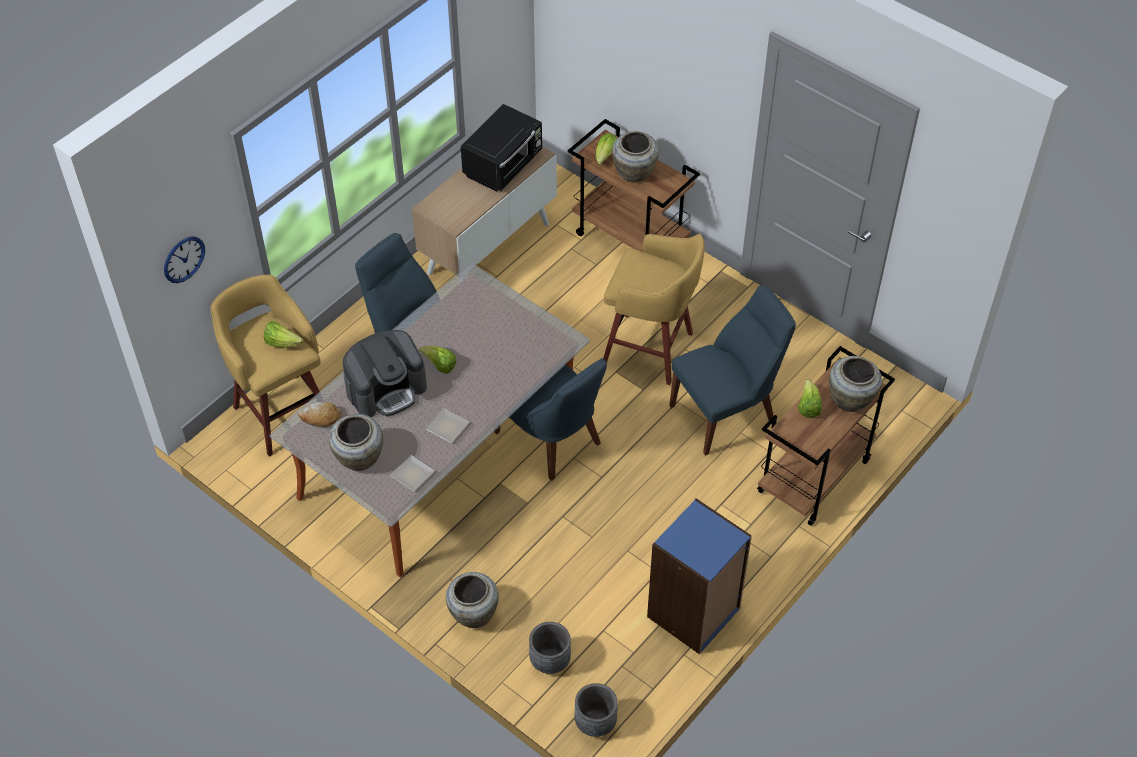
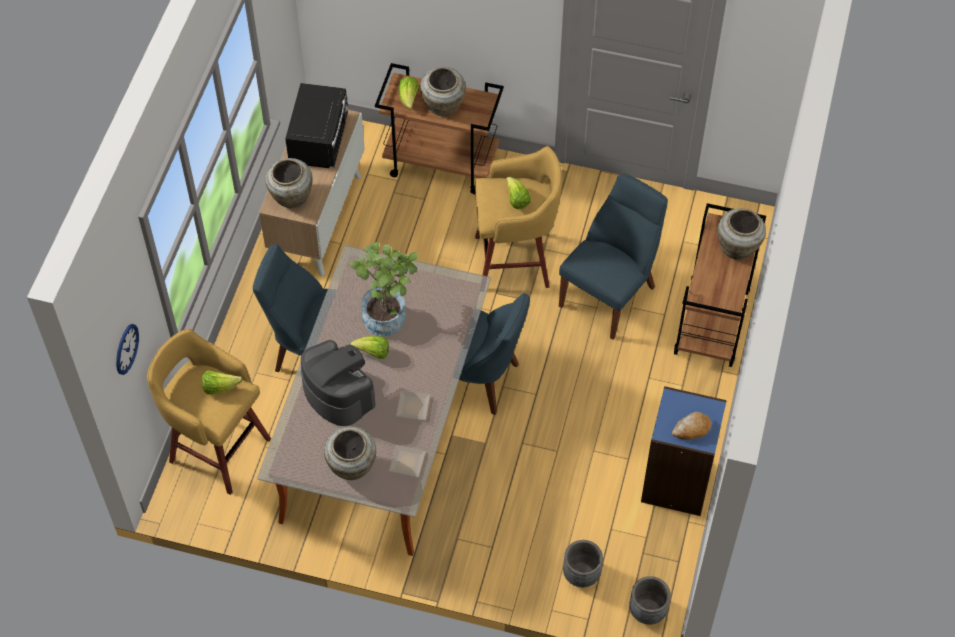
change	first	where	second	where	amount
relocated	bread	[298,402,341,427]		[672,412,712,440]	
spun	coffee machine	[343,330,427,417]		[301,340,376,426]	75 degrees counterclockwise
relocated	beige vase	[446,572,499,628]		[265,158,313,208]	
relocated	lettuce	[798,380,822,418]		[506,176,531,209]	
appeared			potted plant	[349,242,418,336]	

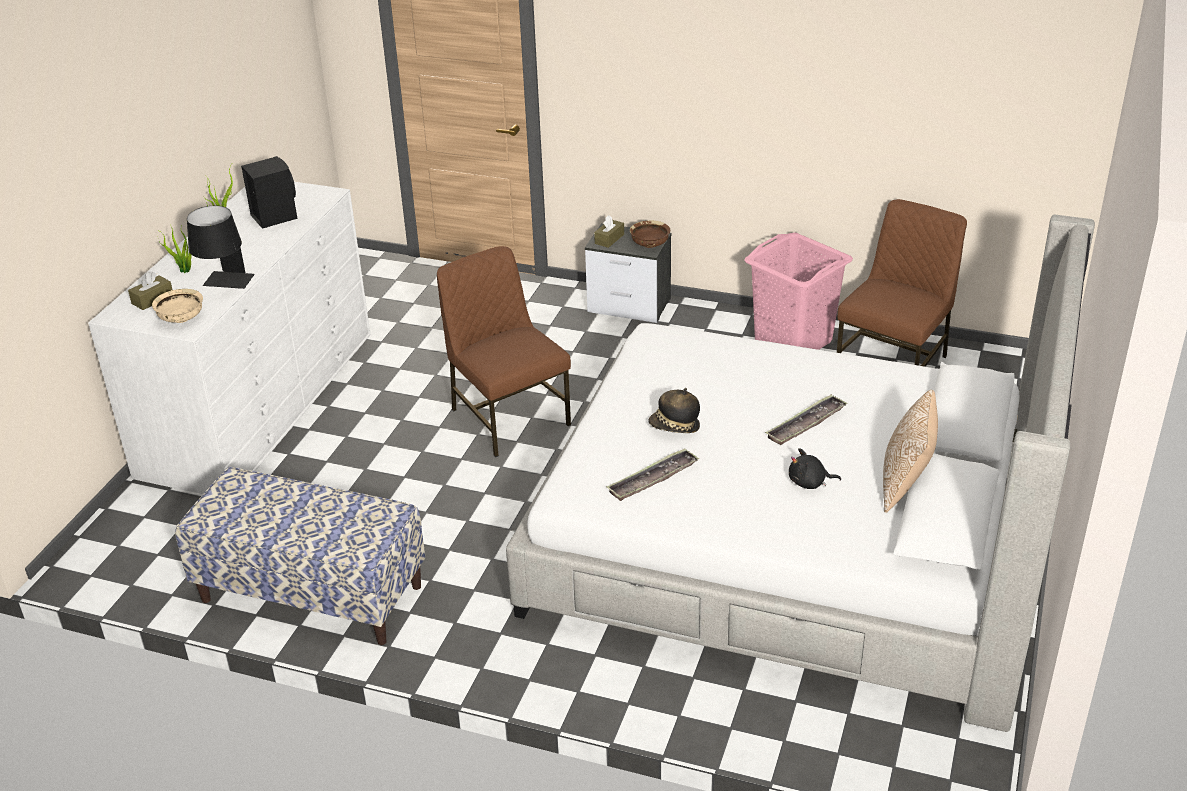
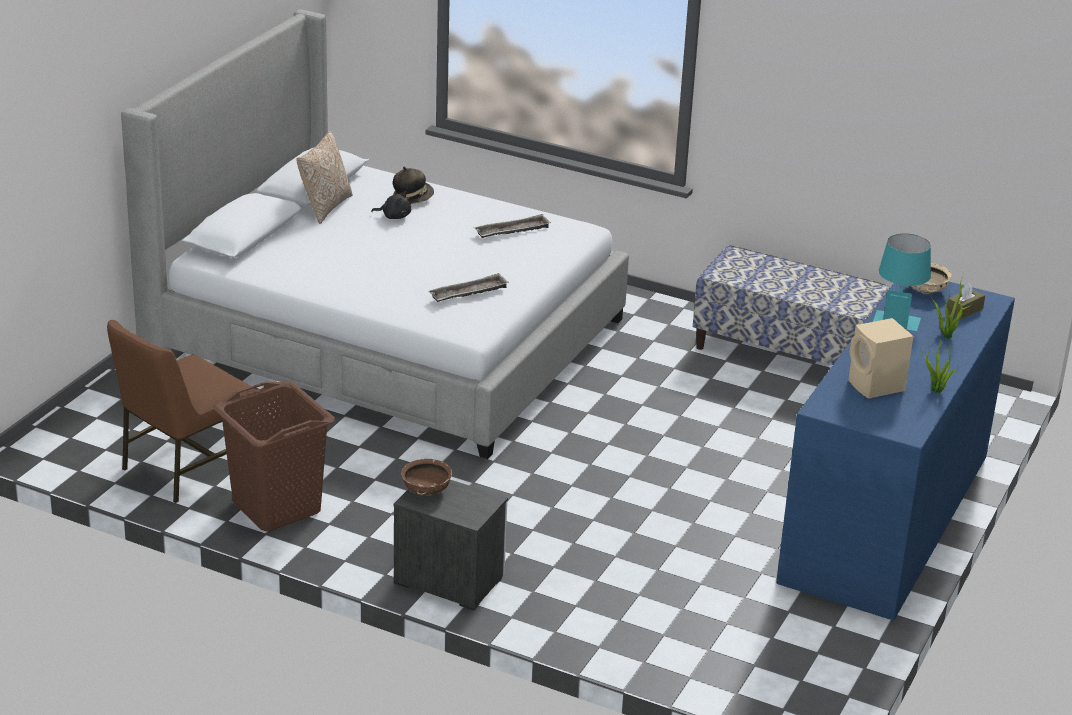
change	first	where	second	where	amount
colour	white dresser	[88,182,370,494]	blue dresser	[776,282,1015,621]	
colour	black table lamp	[187,206,255,289]	turquoise table lamp	[873,234,931,331]	
colour	black speaker	[241,156,297,229]	beige speaker	[848,318,913,399]	
missing	brown chair	[437,246,571,457]			
missing	brown tissue box	[594,215,624,248]			
relocated	hat	[648,388,700,433]		[393,167,434,204]	
colour	pink laundry basket	[744,233,853,350]	brown laundry basket	[213,382,335,531]	
relocated	tray	[765,394,848,445]		[428,273,509,302]	

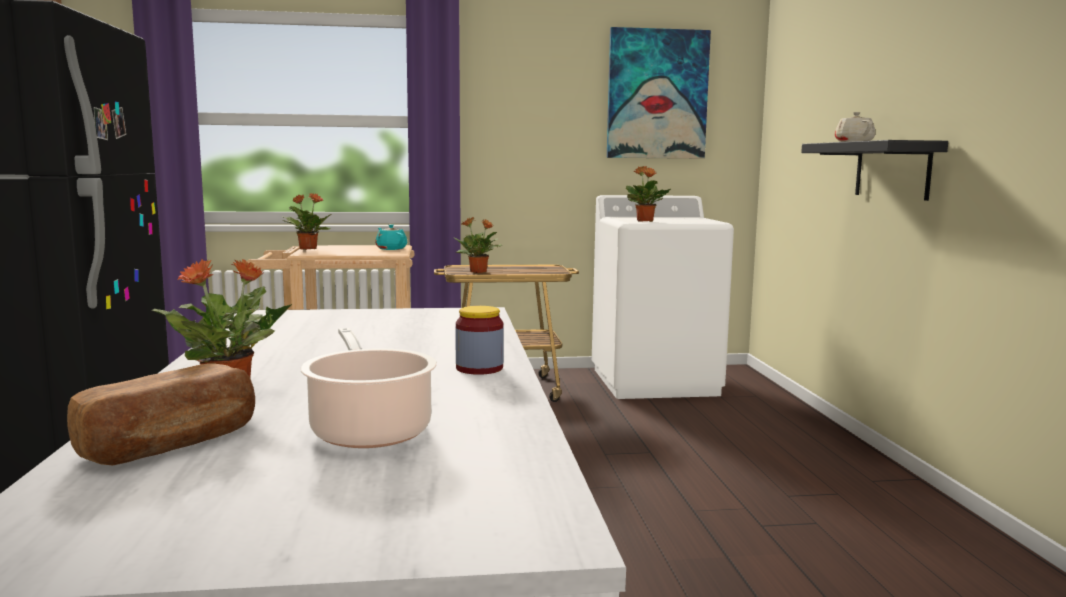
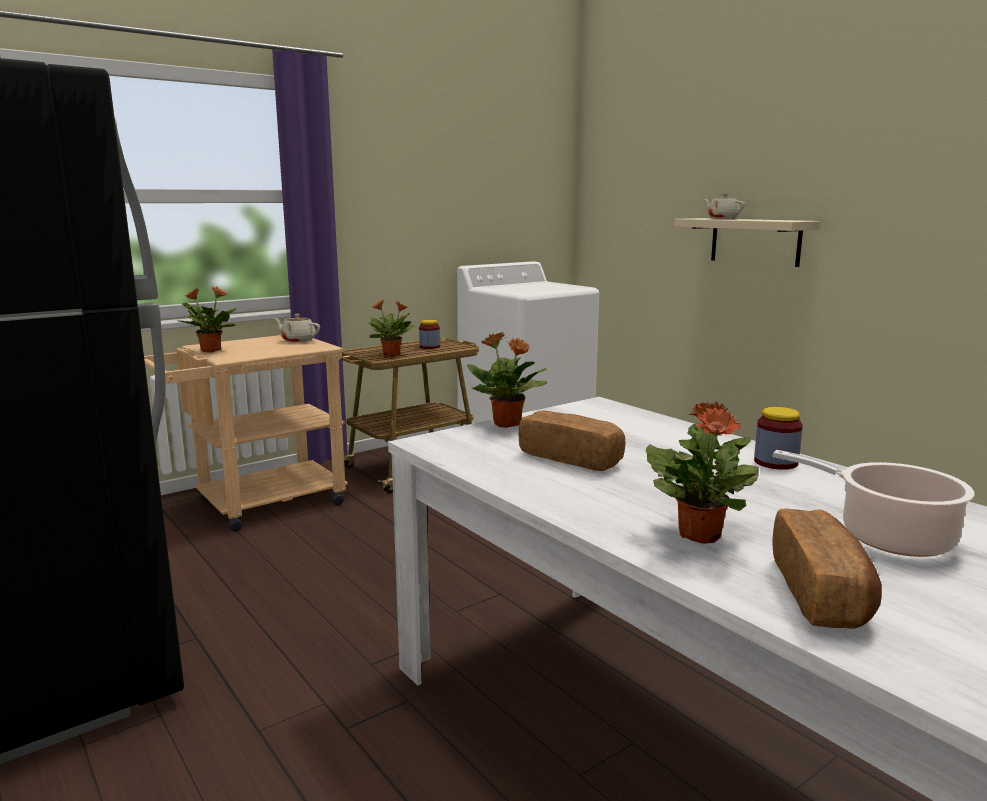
change	first	where	second	where	amount
colour	turquoise teapot	[375,224,407,250]	beige teapot	[273,314,320,343]	
missing	picture	[607,27,711,159]			
relocated	potted plant	[626,166,671,222]		[467,332,548,428]	
colour	black shelf	[801,140,948,201]	beige shelf	[674,218,820,267]	
appeared			jar	[419,320,440,349]	
appeared			bread	[518,411,626,471]	

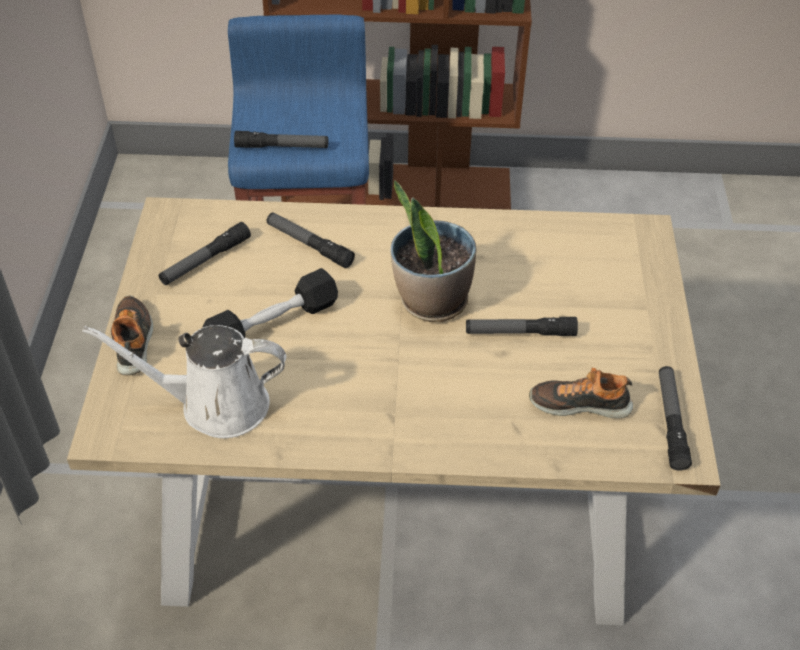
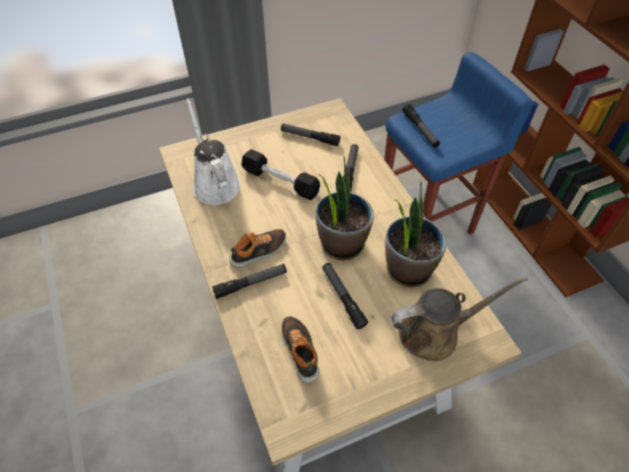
change	first	where	second	where	amount
relocated	shoe	[111,296,153,376]		[229,229,286,268]	
relocated	flashlight	[659,366,692,471]		[212,264,287,299]	
appeared			potted plant	[385,181,447,288]	
appeared			brown watering can	[391,276,528,361]	

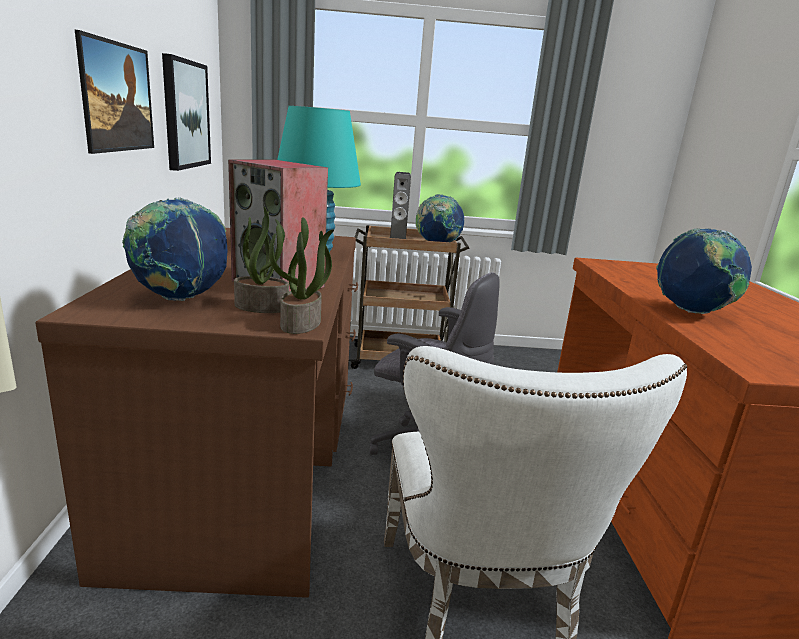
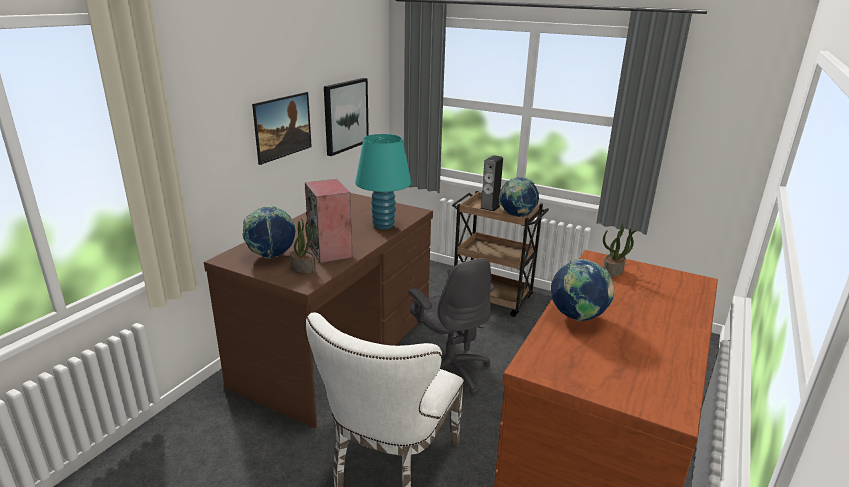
change	first	where	second	where	amount
relocated	potted plant	[269,217,334,334]		[603,223,637,277]	

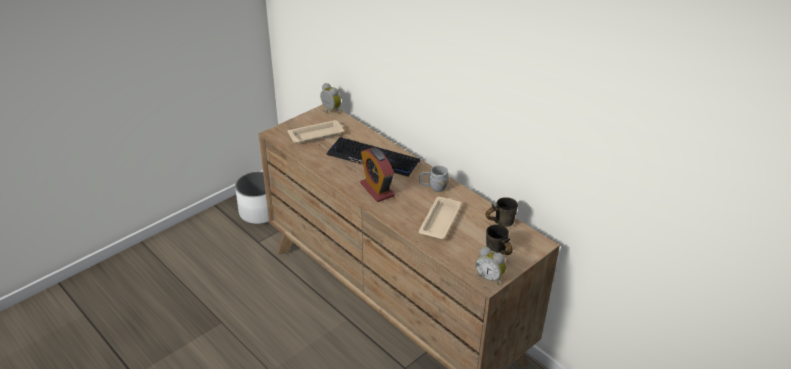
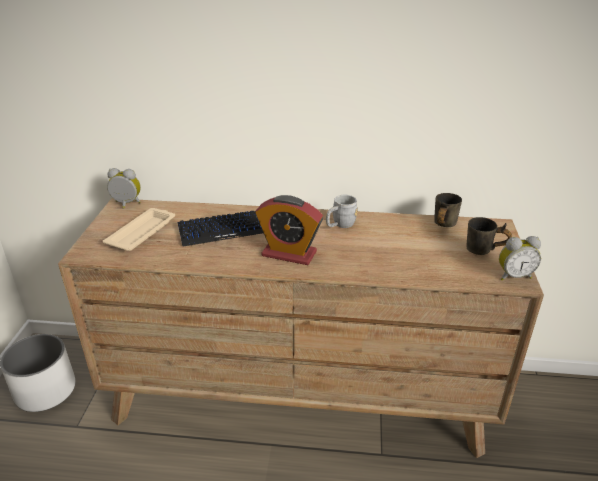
change	first	where	second	where	amount
missing	beige tray	[419,197,461,239]			

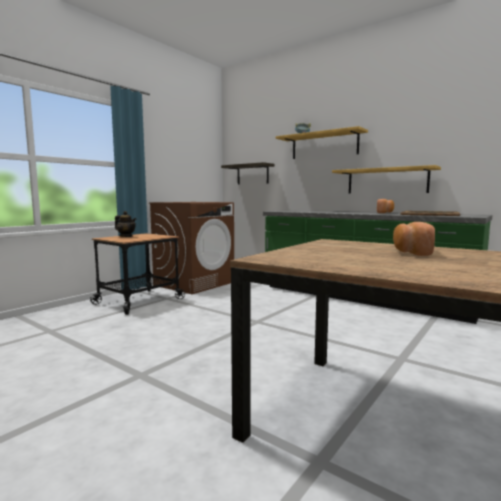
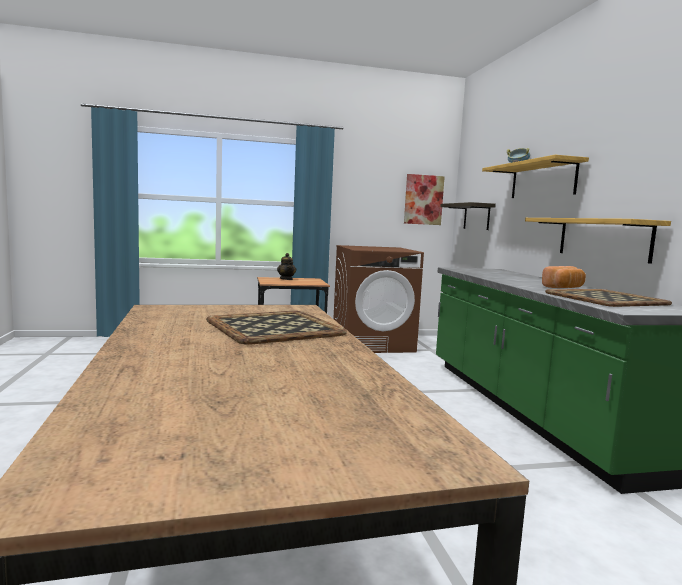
change	first	where	second	where	amount
exchanged	bread	[393,222,435,256]	tray	[206,311,347,345]	
appeared			picture	[404,174,445,225]	

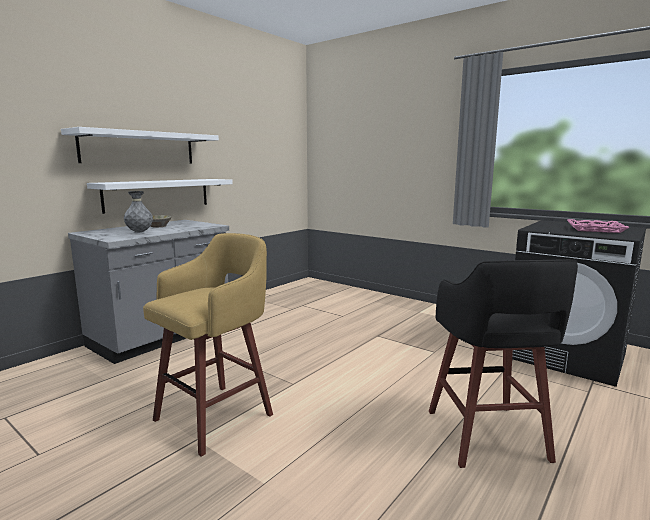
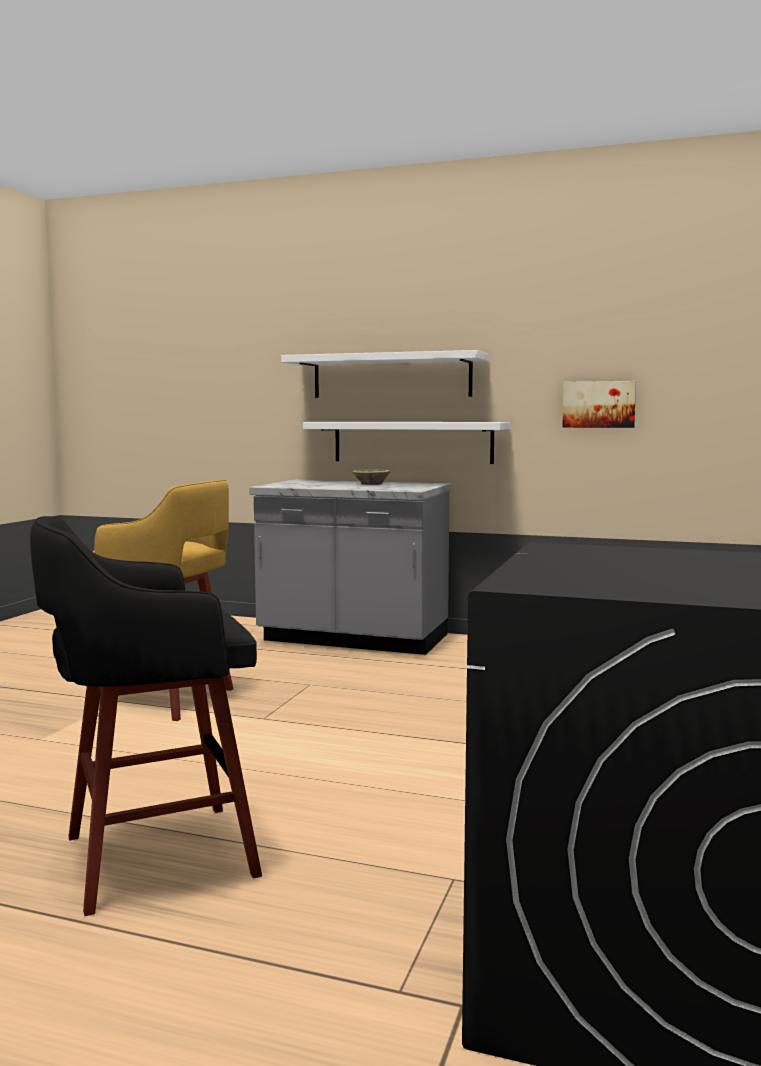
change	first	where	second	where	amount
missing	grey vase	[124,191,153,232]			
missing	pink tray	[567,219,630,233]			
appeared			picture	[562,381,636,428]	

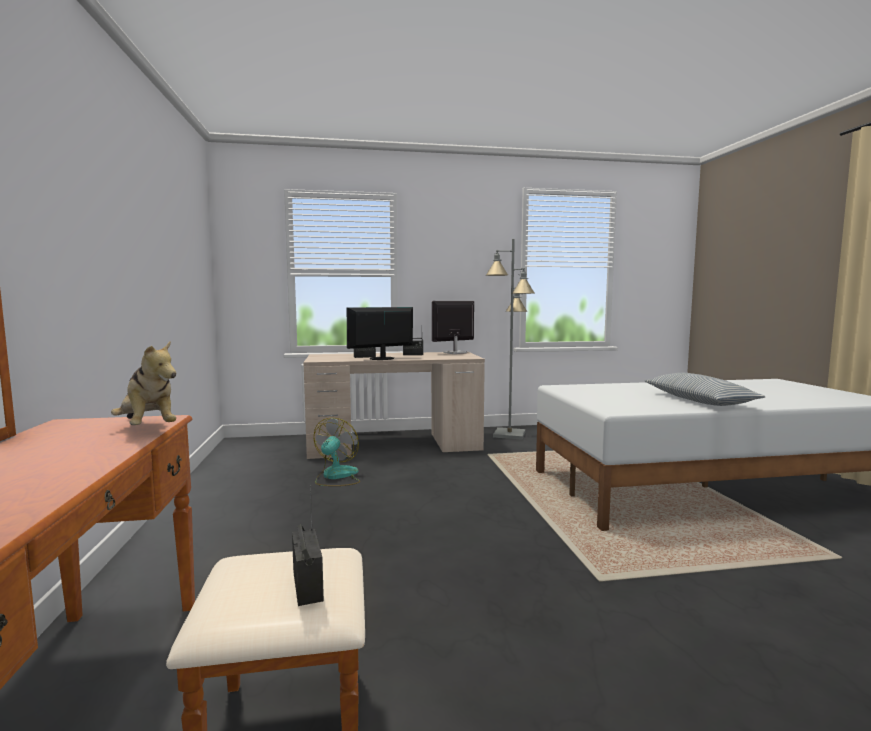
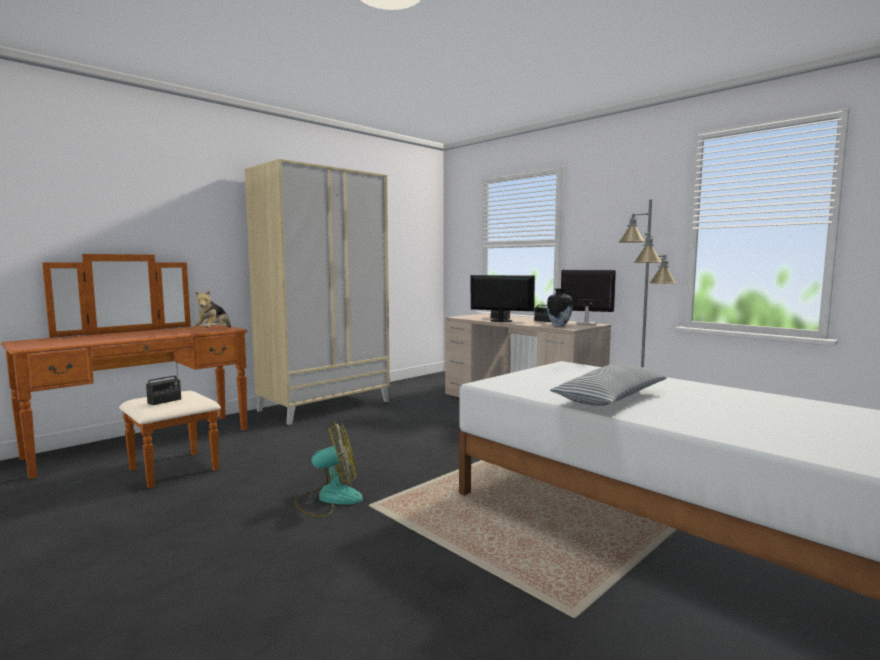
change	first	where	second	where	amount
relocated	fan	[314,418,360,486]		[295,422,363,517]	
appeared			beige wardrobe	[245,159,390,425]	
appeared			vase	[547,289,573,326]	

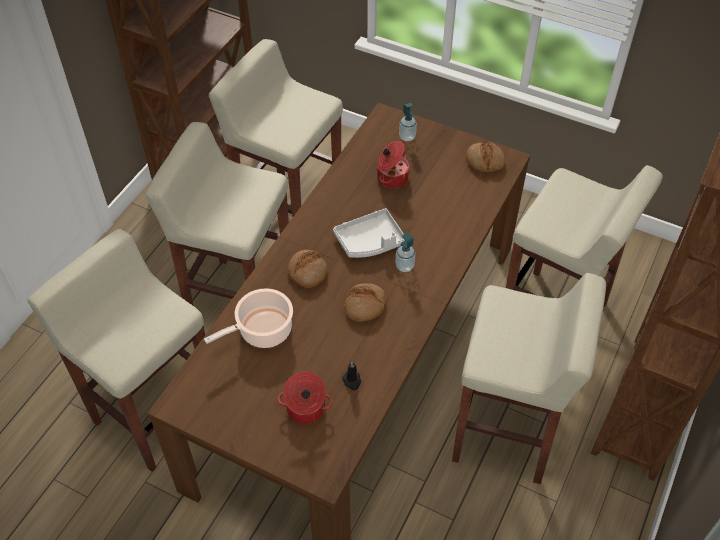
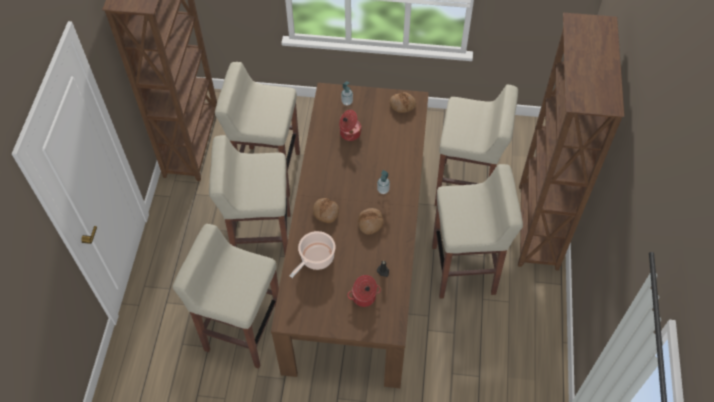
change	first	where	second	where	amount
missing	grey tray	[333,208,405,258]			

